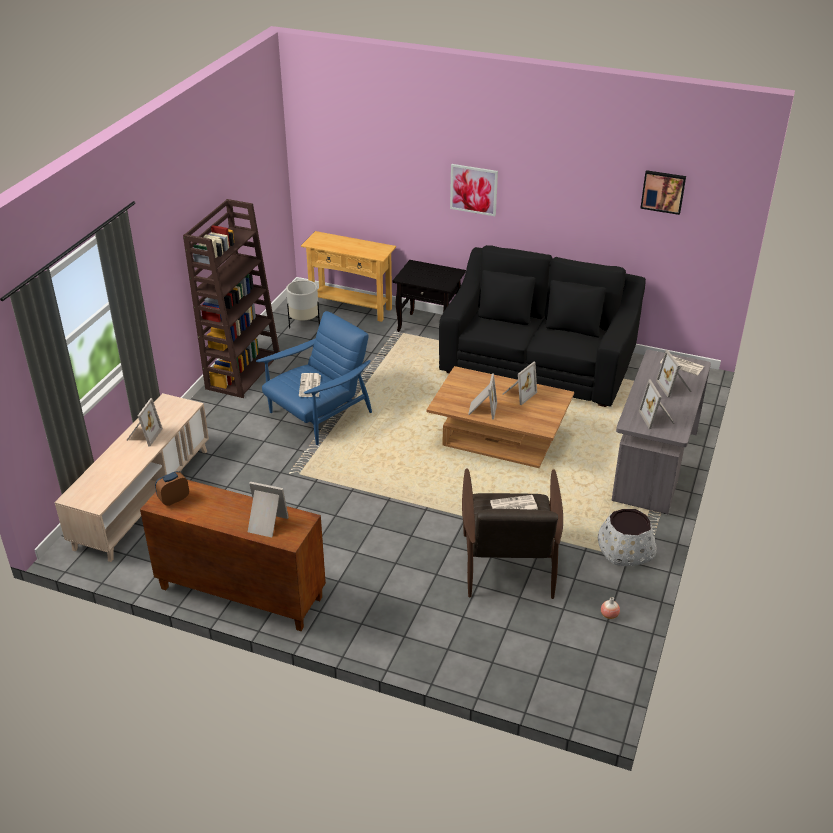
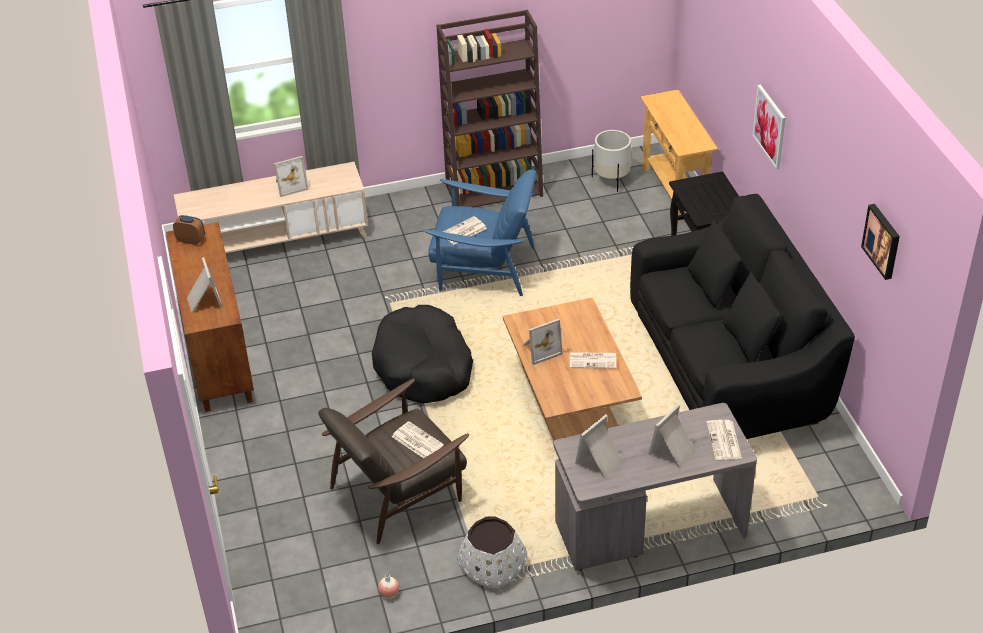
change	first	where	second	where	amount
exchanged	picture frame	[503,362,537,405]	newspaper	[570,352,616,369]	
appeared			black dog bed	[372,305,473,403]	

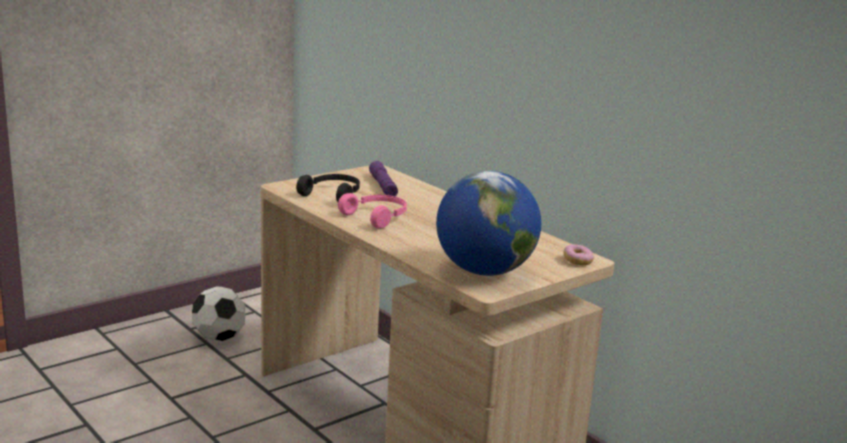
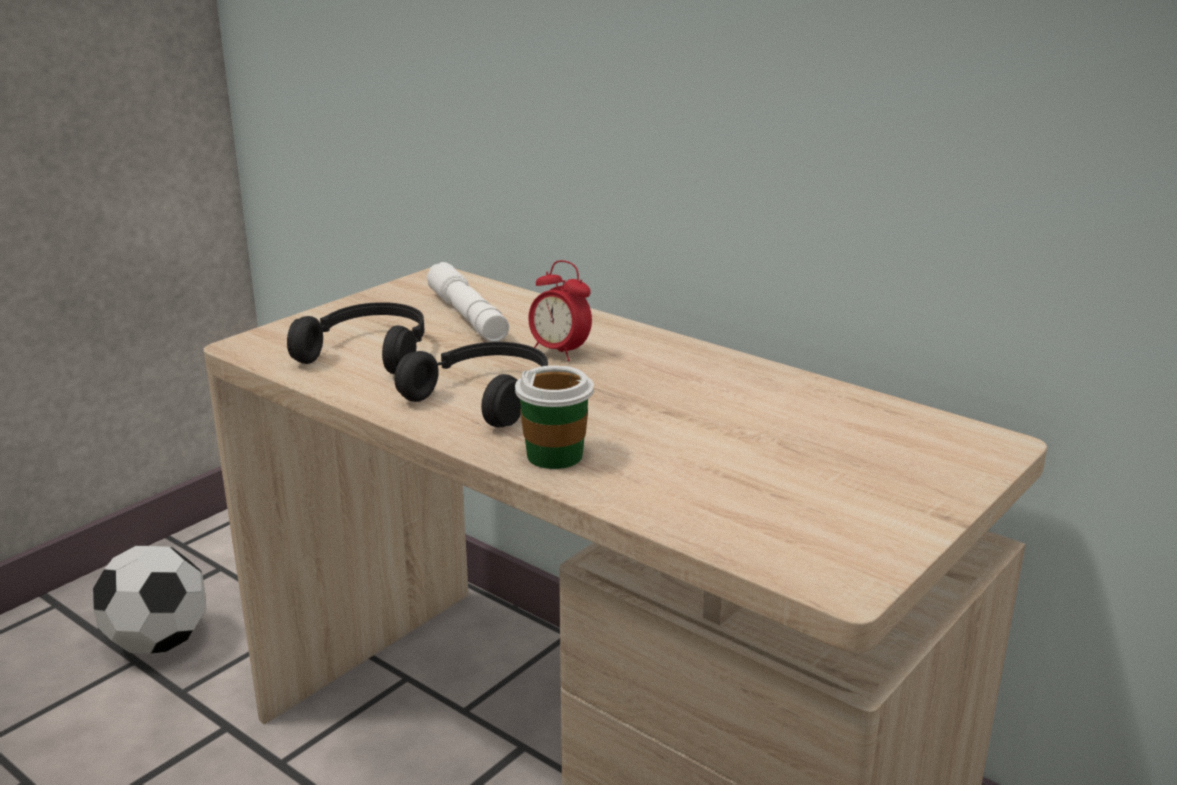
change	first	where	second	where	amount
colour	pink headphones	[338,193,407,228]	black headphones	[394,342,548,427]	
colour	purple flashlight	[369,161,398,196]	white flashlight	[427,262,509,342]	
missing	globe	[436,171,541,276]			
missing	donut	[564,244,594,266]			
appeared			cup	[515,365,594,469]	
appeared			alarm clock	[528,260,592,361]	

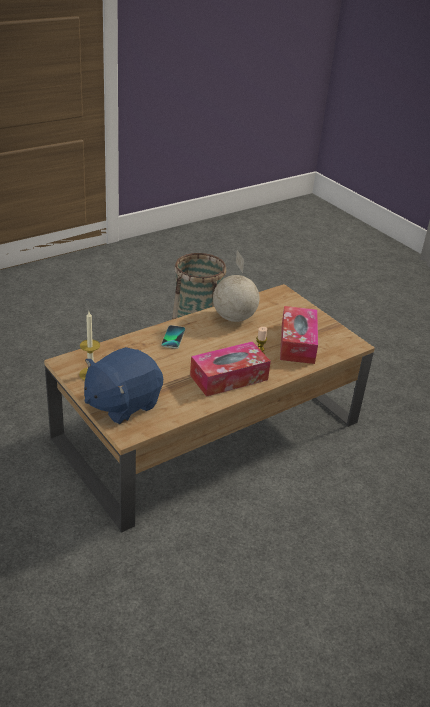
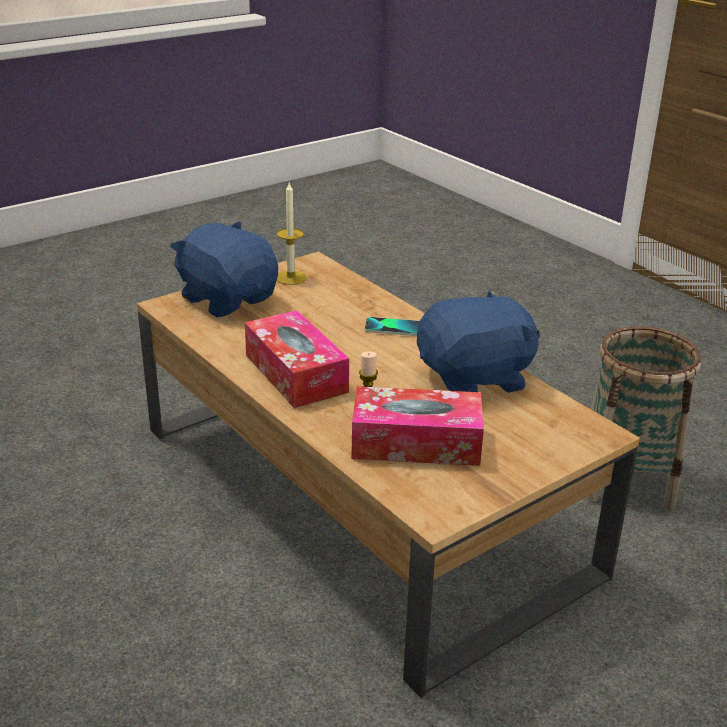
change	first	where	second	where	amount
exchanged	globe	[213,250,260,322]	blue plush toy	[417,289,540,393]	

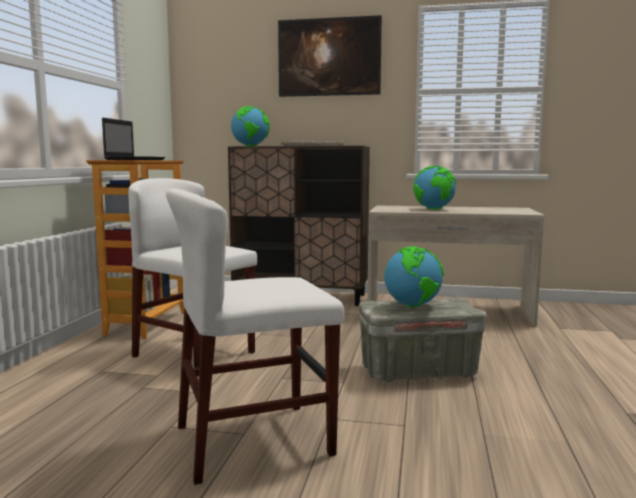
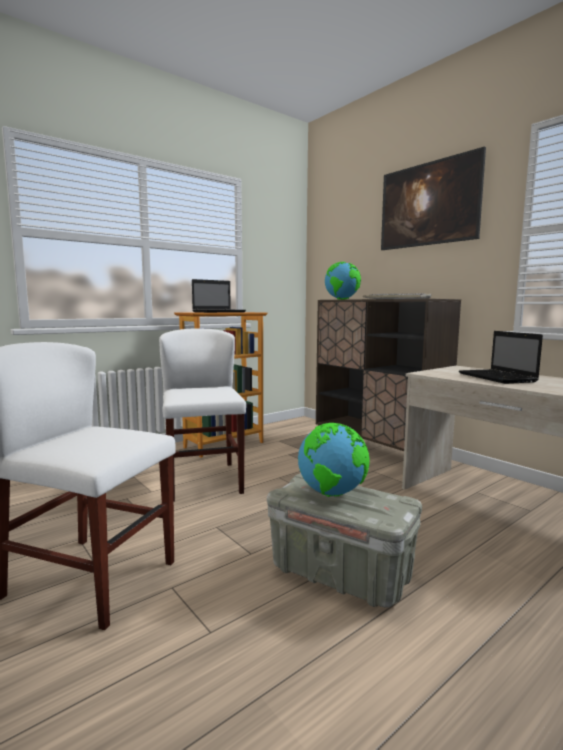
change	first	where	second	where	amount
exchanged	globe	[413,166,456,210]	laptop	[459,331,543,384]	

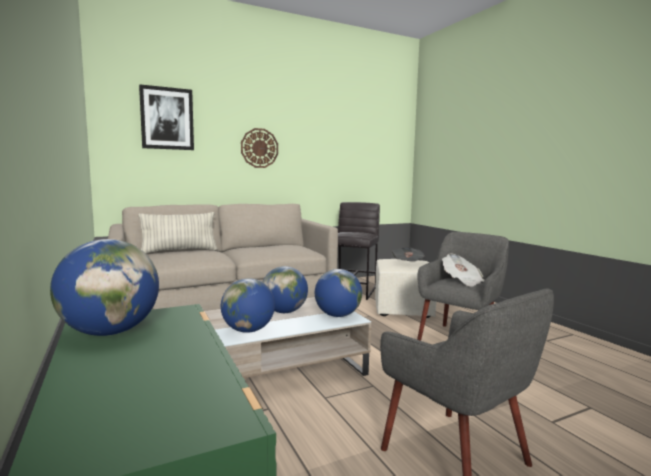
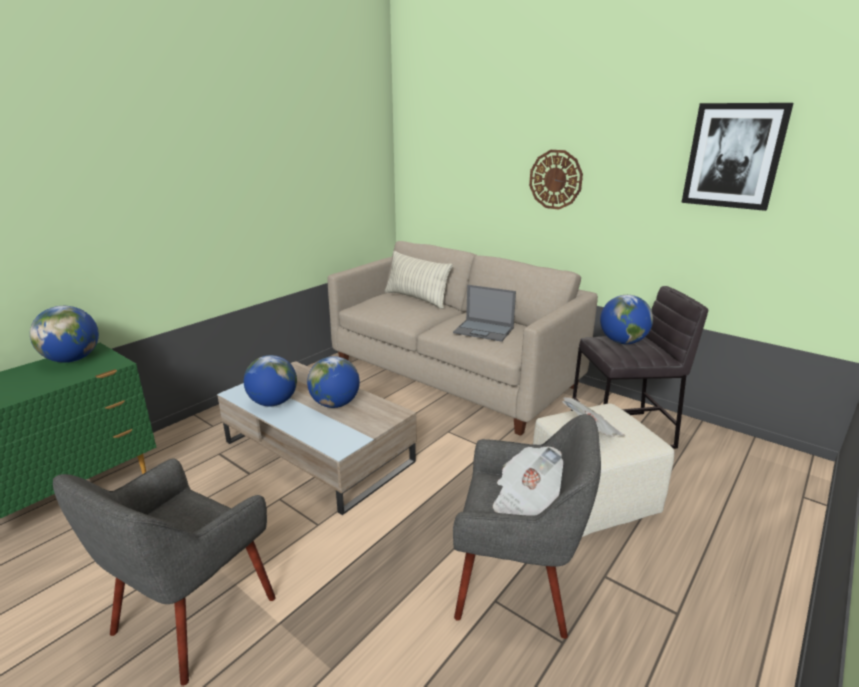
change	first	where	second	where	amount
relocated	picture	[139,84,194,150]		[681,103,794,211]	
relocated	globe	[315,269,362,317]		[600,295,653,344]	
appeared			laptop	[453,285,516,342]	

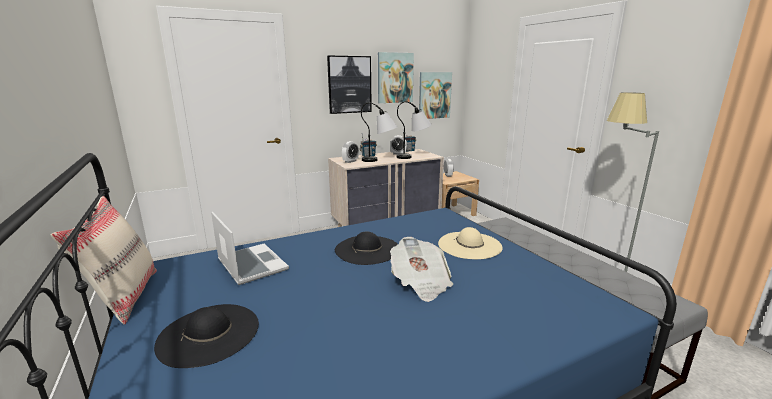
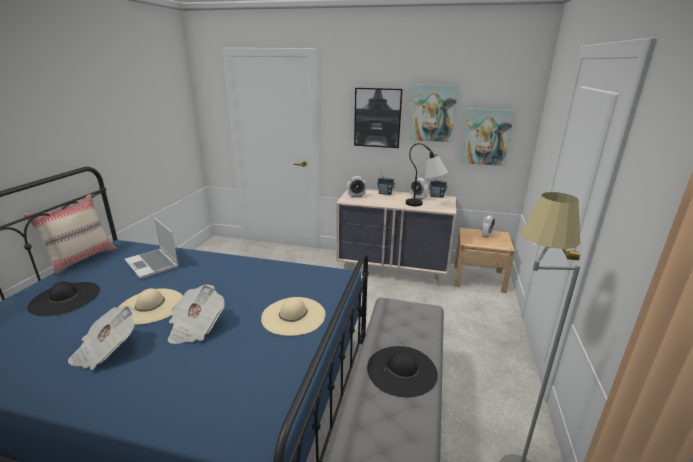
change	first	where	second	where	amount
spun	laptop	[211,212,289,285]		[125,218,179,279]	135 degrees clockwise
relocated	black hat	[335,232,398,265]		[367,346,438,397]	
missing	table lamp	[361,102,397,162]			
appeared			newspaper	[68,306,135,370]	
appeared			beige hat	[118,288,183,325]	

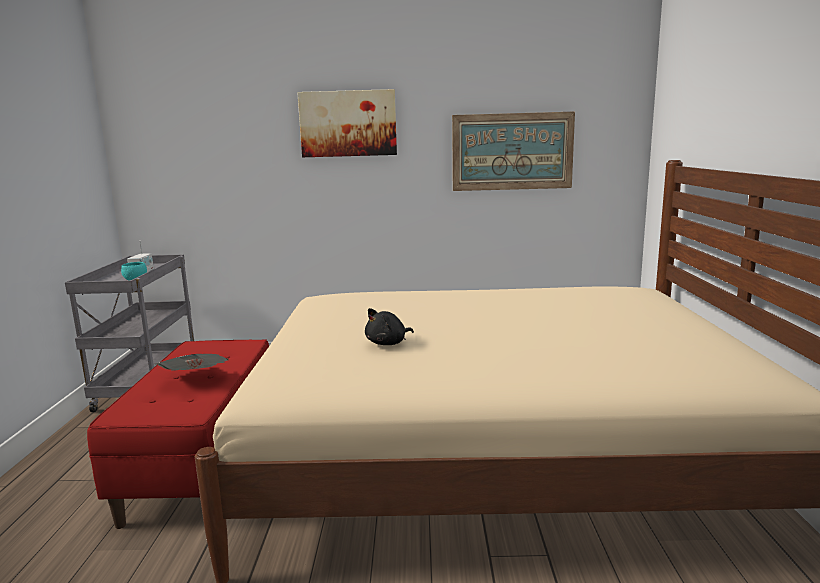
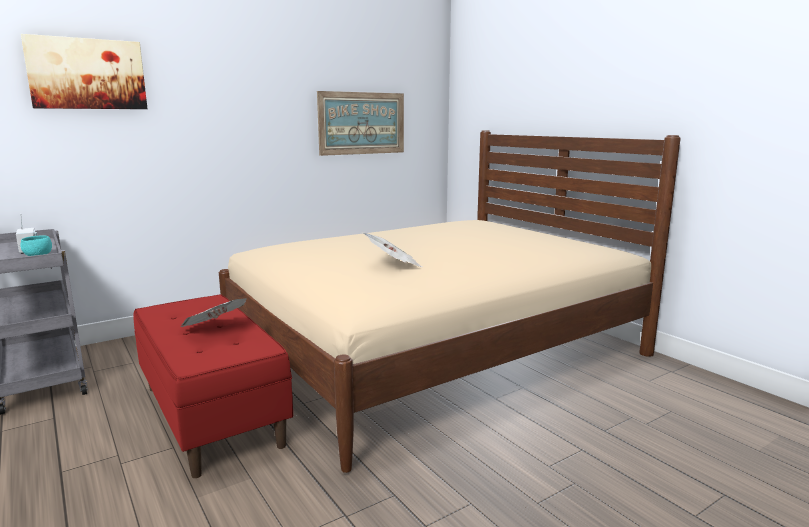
change	first	where	second	where	amount
relocated	picture	[297,89,397,157]		[21,34,147,109]	
exchanged	black plush toy	[365,308,414,345]	newspaper	[362,232,422,267]	

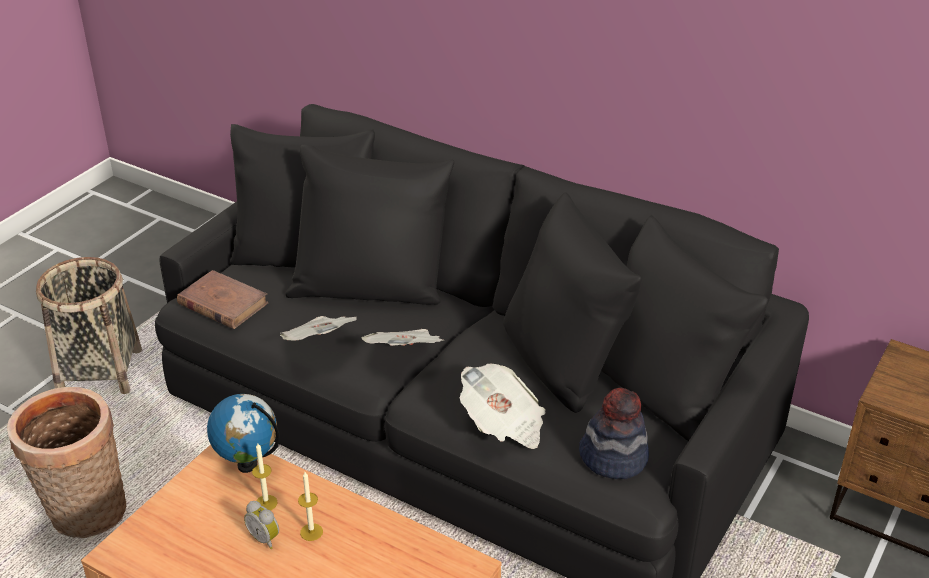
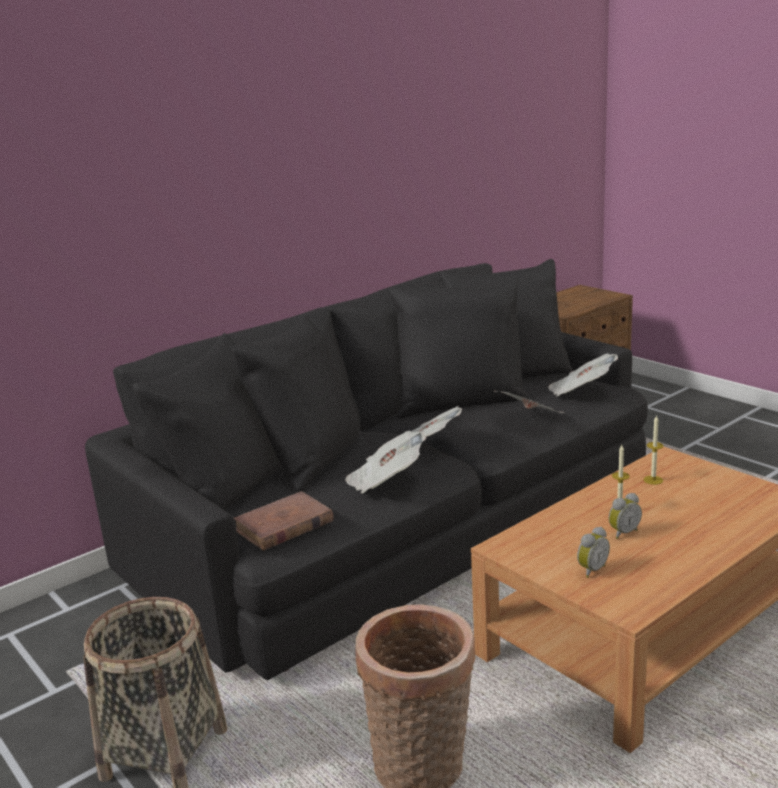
change	first	where	second	where	amount
missing	globe	[207,394,280,473]			
relocated	candle	[252,443,278,511]		[644,415,664,485]	
exchanged	hat	[579,388,649,479]	newspaper	[548,353,618,396]	
appeared			alarm clock	[577,527,610,578]	

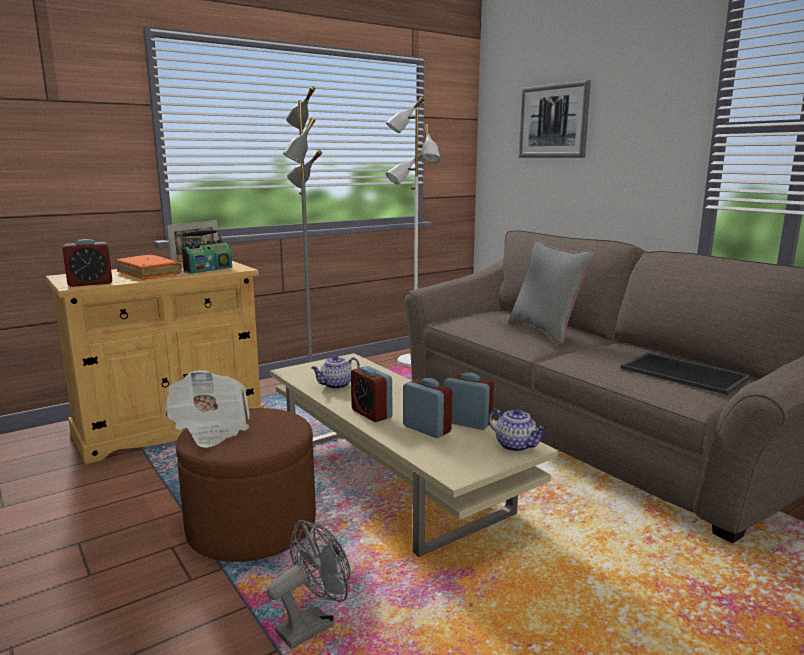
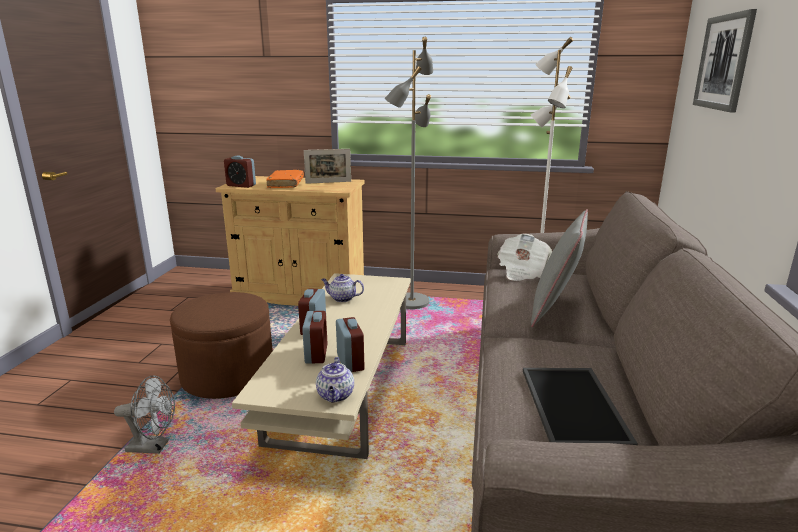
change	first	where	second	where	amount
relocated	newspaper	[165,370,250,448]		[497,234,552,281]	
missing	radio	[179,230,232,274]			

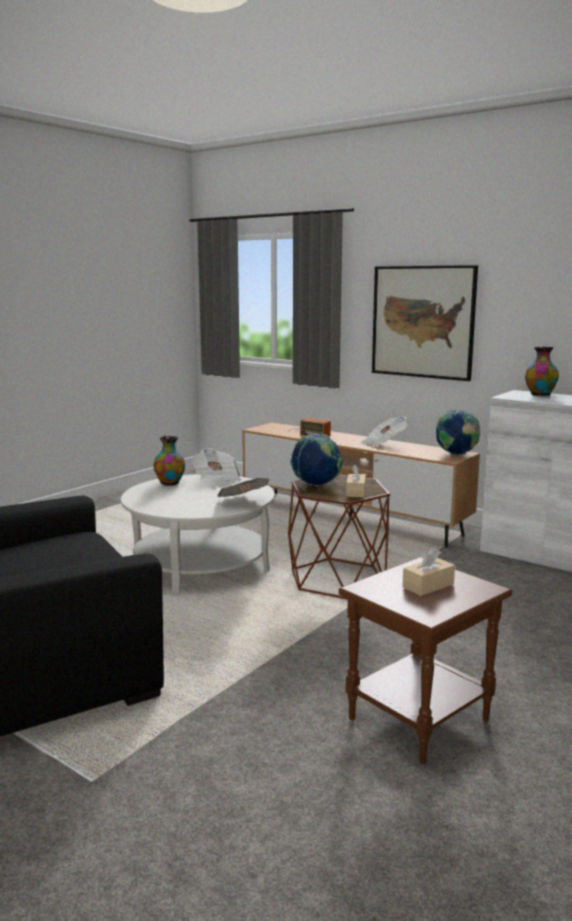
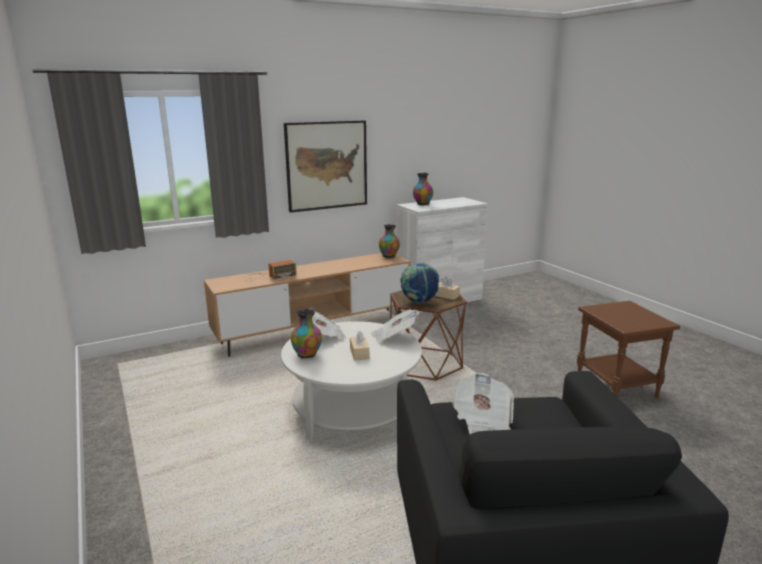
change	first	where	second	where	amount
relocated	newspaper	[360,416,408,446]		[452,373,514,434]	
relocated	beige tissue box	[402,548,455,596]		[350,331,369,361]	
exchanged	globe	[436,410,480,455]	vase	[379,224,400,258]	

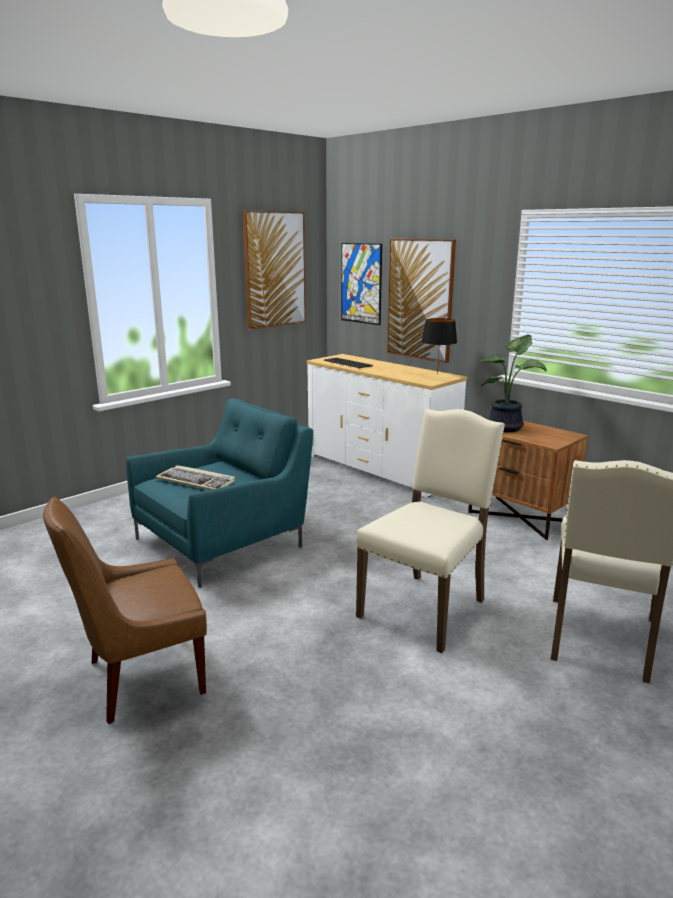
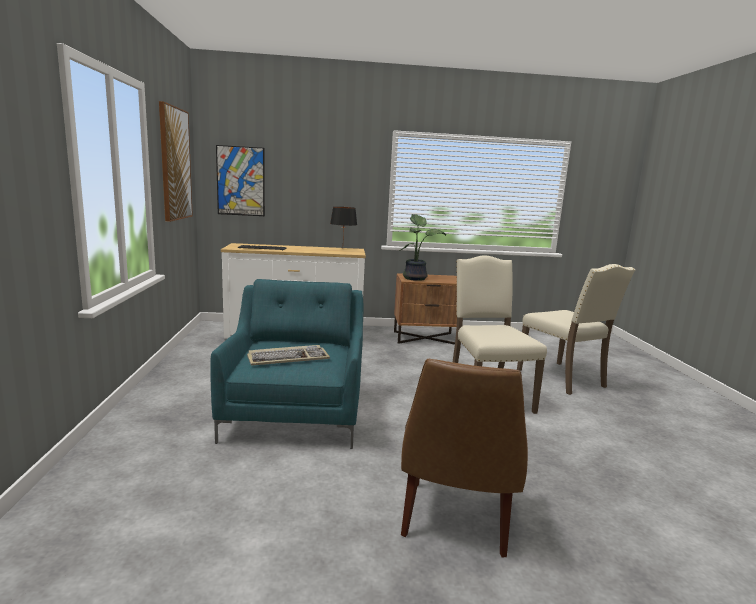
change	first	where	second	where	amount
missing	picture	[387,239,456,363]			

